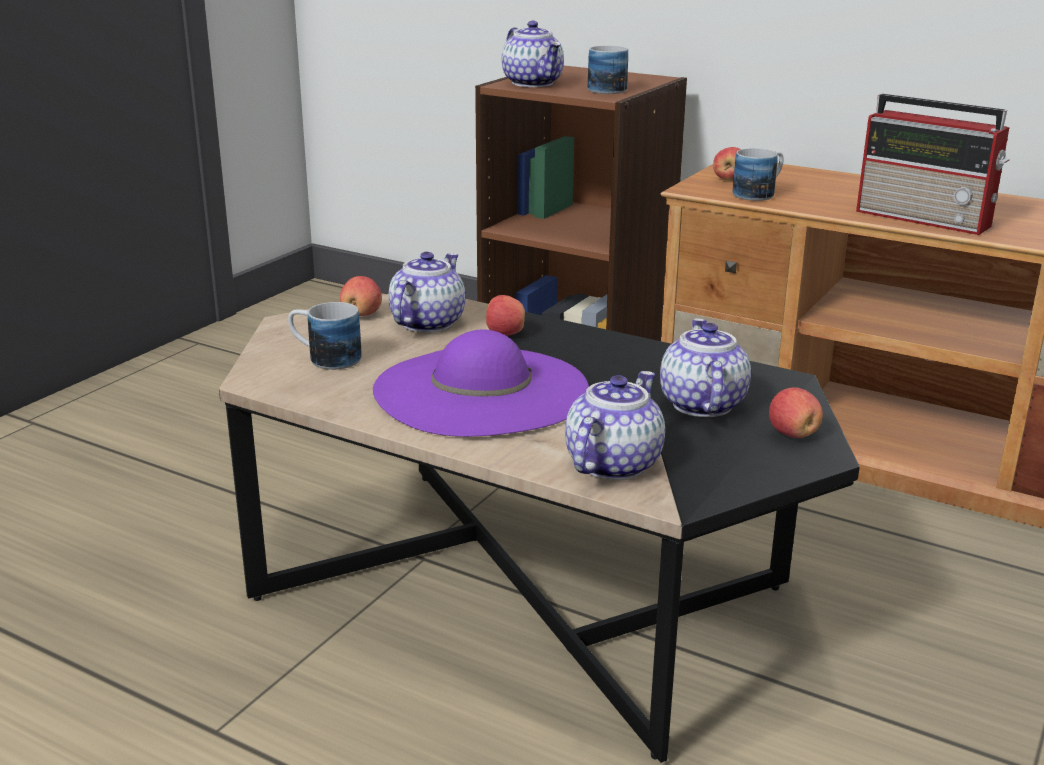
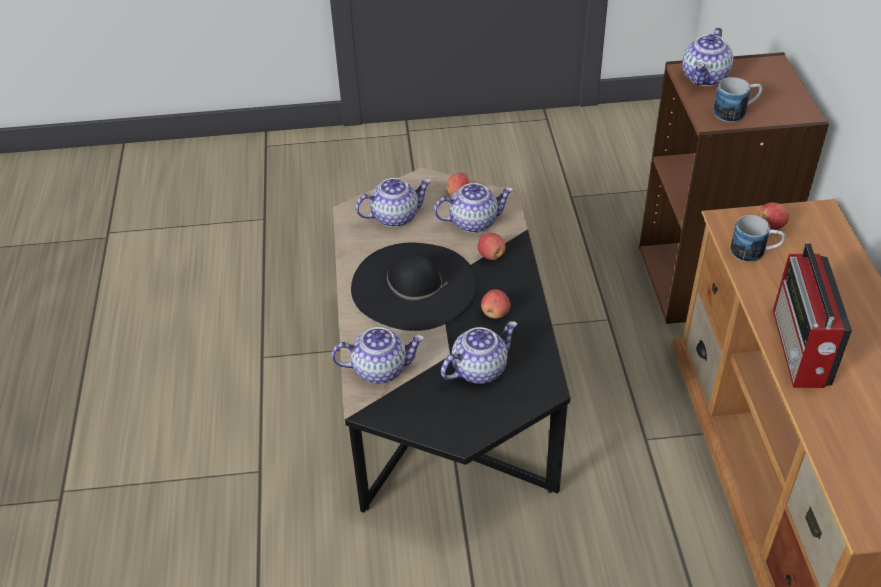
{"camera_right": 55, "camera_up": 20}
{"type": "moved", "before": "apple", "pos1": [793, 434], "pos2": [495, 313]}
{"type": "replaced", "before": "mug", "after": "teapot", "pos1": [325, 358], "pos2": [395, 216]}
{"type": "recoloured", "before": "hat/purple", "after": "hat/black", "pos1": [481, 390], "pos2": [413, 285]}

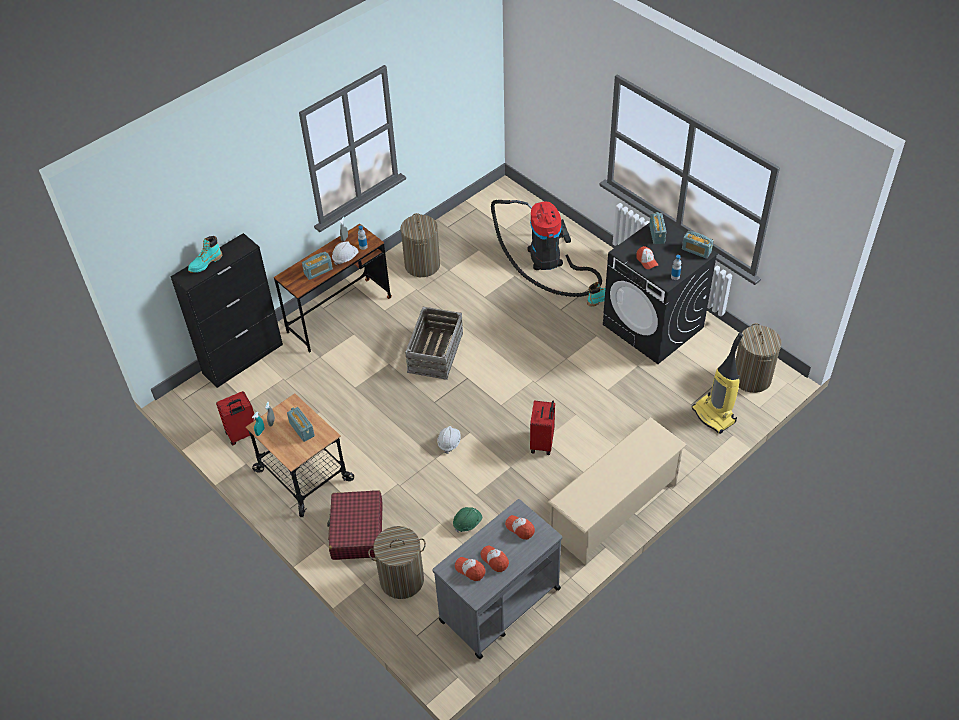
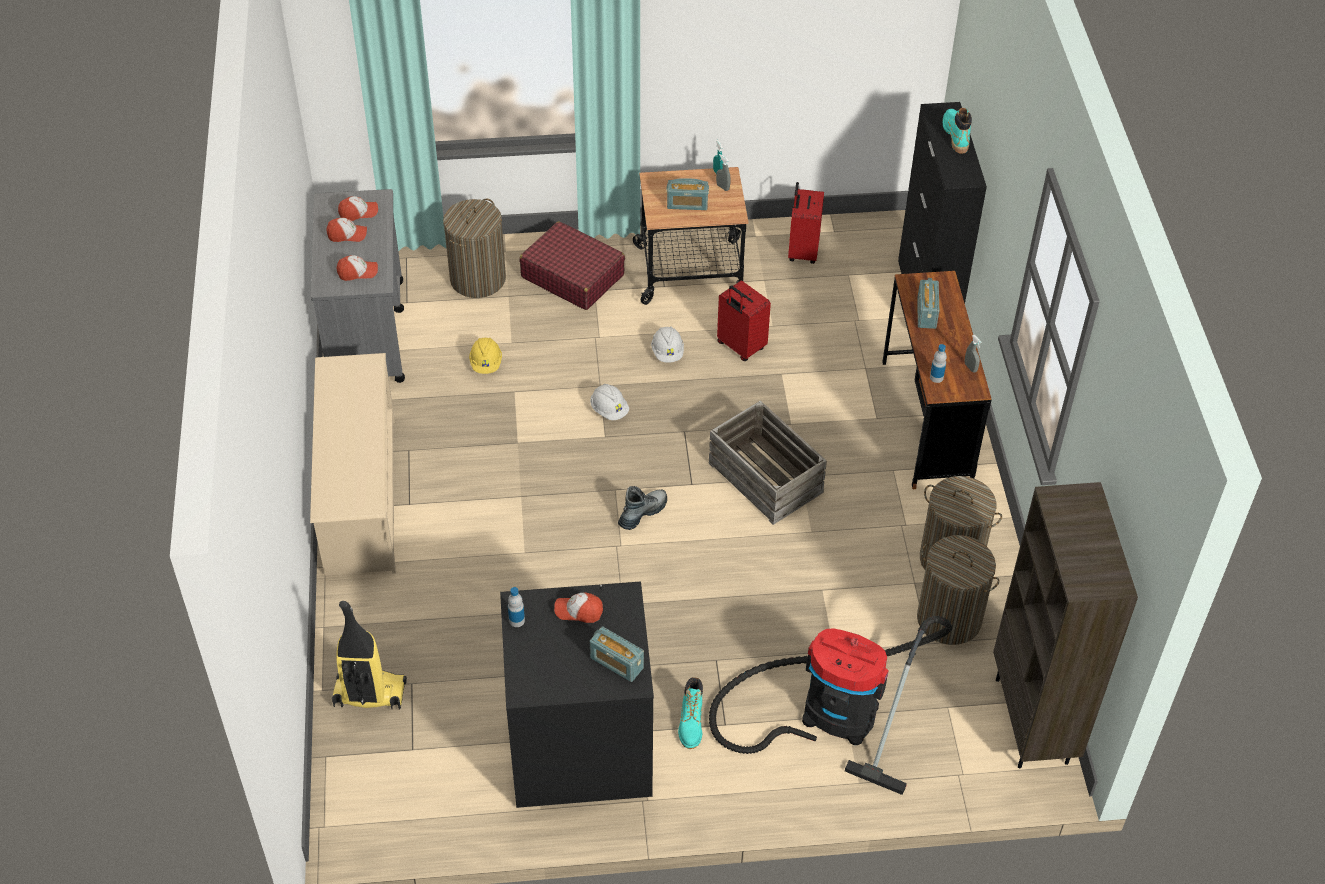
{"camera_right": 125, "camera_up": 0}
{"type": "removed", "before": "radio", "pos1": [696, 250]}
{"type": "added", "after": "boot", "pos2": [642, 513]}
{"type": "added", "after": "bookcase/brown", "pos2": [1033, 721]}
{"type": "moved", "before": "hard hat/white", "pos1": [345, 258], "pos2": [667, 352]}
{"type": "moved", "before": "suitcase/red", "pos1": [543, 443], "pos2": [740, 347]}
{"type": "moved", "before": "laundry basket", "pos1": [751, 378], "pos2": [949, 618]}
{"type": "recoloured", "before": "hard hat/green", "after": "hard hat/yellow", "pos1": [467, 523], "pos2": [486, 363]}

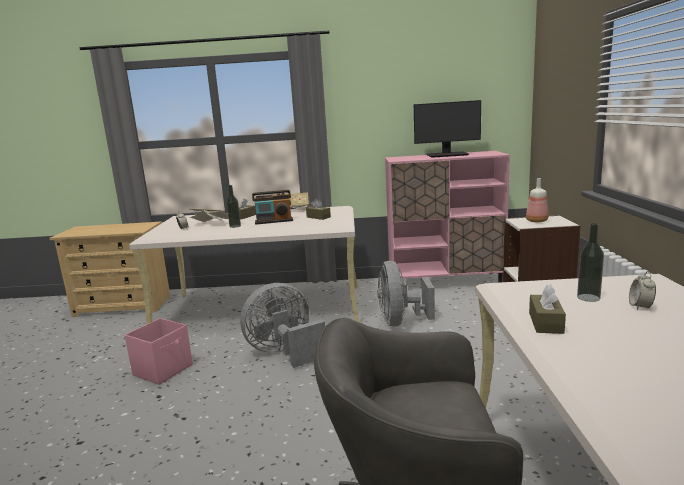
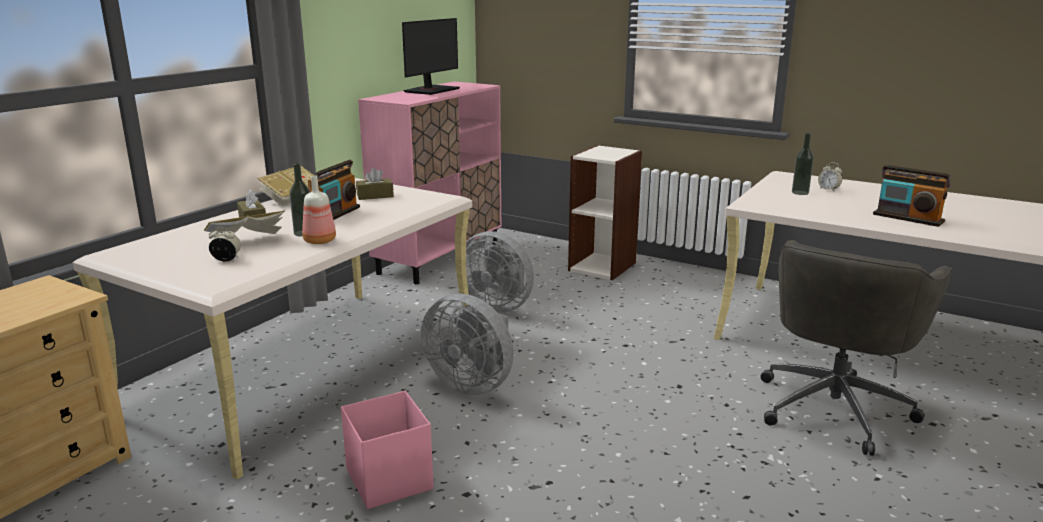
{"camera_right": -60, "camera_up": 5}
{"type": "removed", "before": "tissue box/brown", "pos1": [545, 322]}
{"type": "added", "after": "radio", "pos2": [908, 218]}
{"type": "moved", "before": "bottle", "pos1": [536, 221], "pos2": [318, 241]}
{"type": "turned", "before": "fan/grey", "pos1": [285, 352], "pos2": [472, 384], "turn": -60}

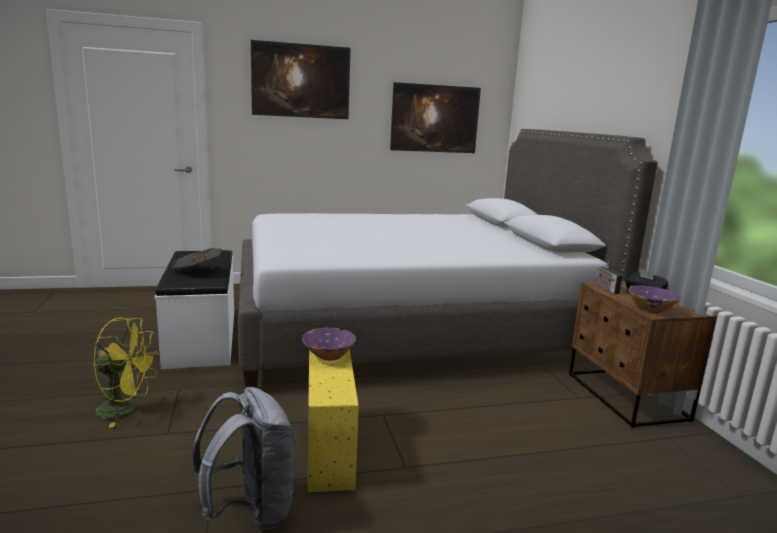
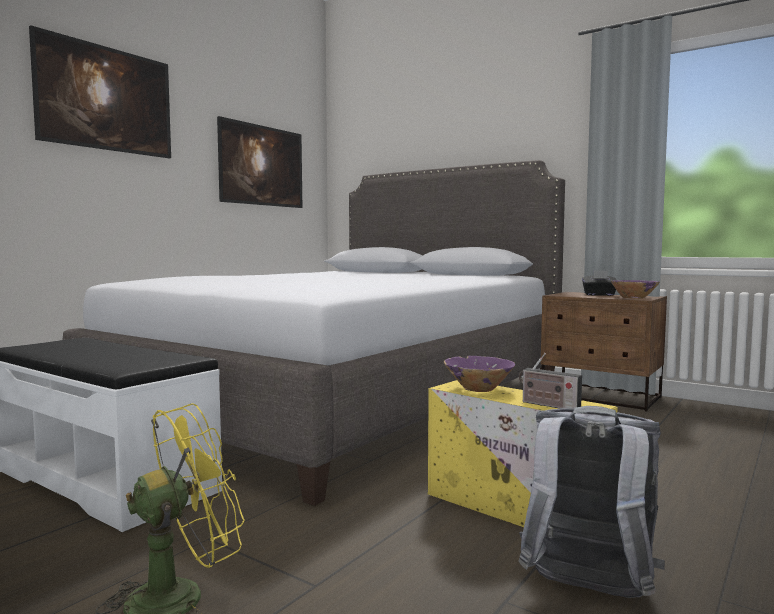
{"camera_right": -40, "camera_up": -10}
{"type": "removed", "before": "newspaper", "pos1": [197, 271]}
{"type": "moved", "before": "radio", "pos1": [606, 288], "pos2": [547, 405]}

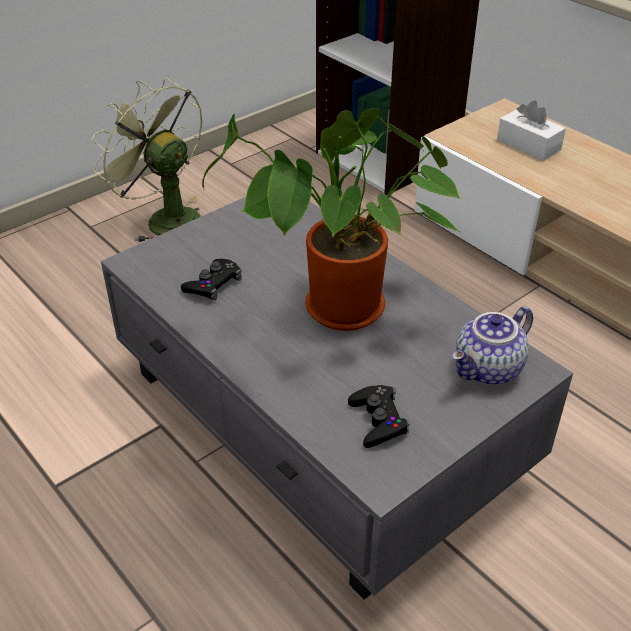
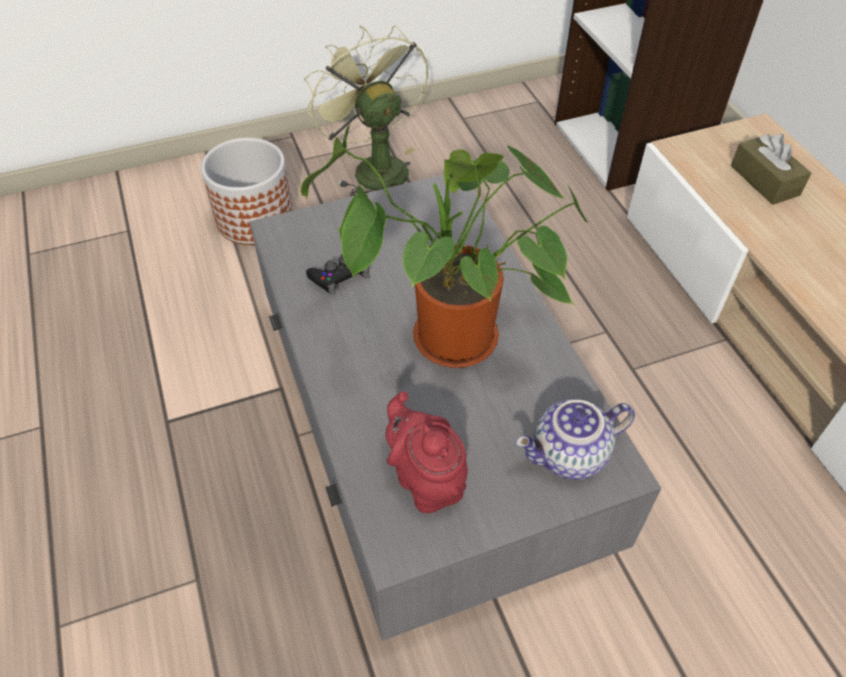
{"camera_right": 20, "camera_up": 10}
{"type": "added", "after": "planter", "pos2": [255, 219]}
{"type": "replaced", "before": "game controller/black", "after": "teapot/red", "pos1": [378, 420], "pos2": [426, 480]}
{"type": "recoloured", "before": "tissue box/white", "after": "tissue box/brown", "pos1": [528, 145], "pos2": [764, 180]}

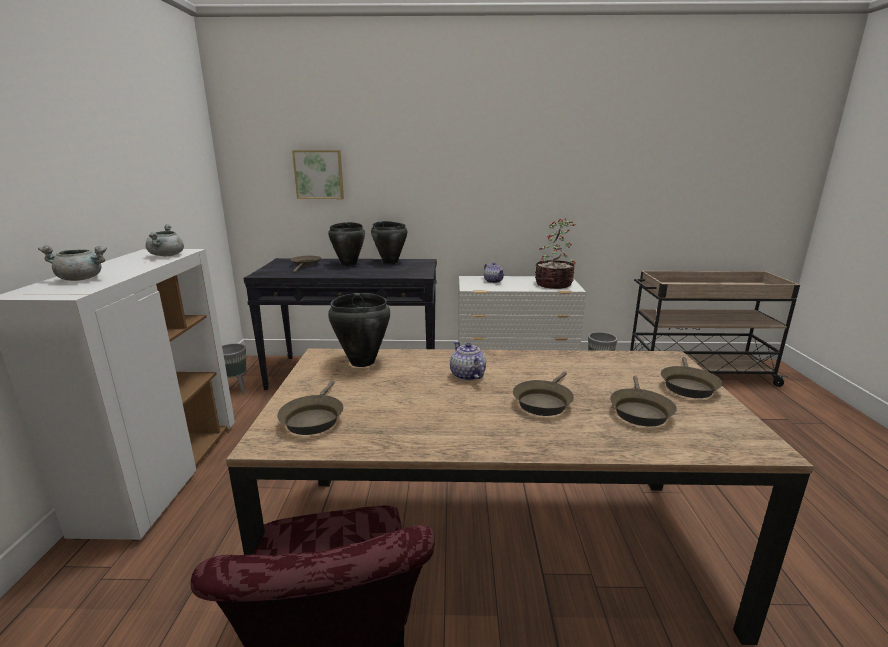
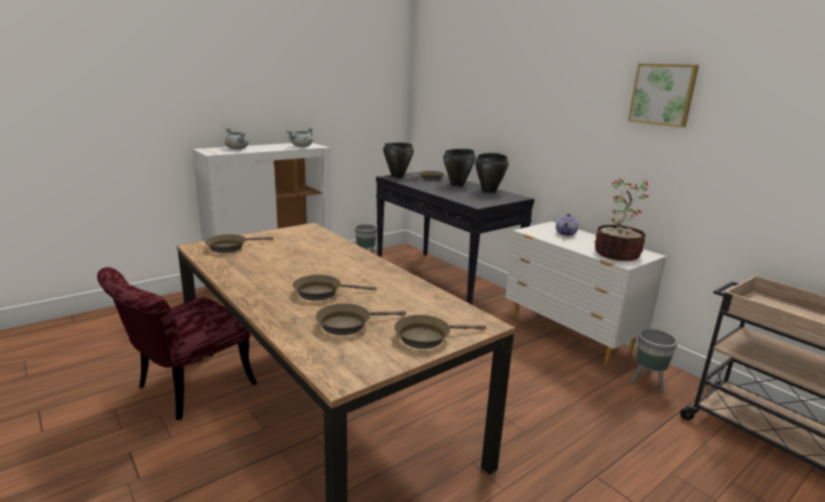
{"camera_right": 50, "camera_up": 0}
{"type": "removed", "before": "teapot", "pos1": [467, 375]}
{"type": "moved", "before": "picture", "pos1": [319, 174], "pos2": [663, 94]}
{"type": "moved", "before": "cooking pot/black", "pos1": [362, 362], "pos2": [397, 176]}

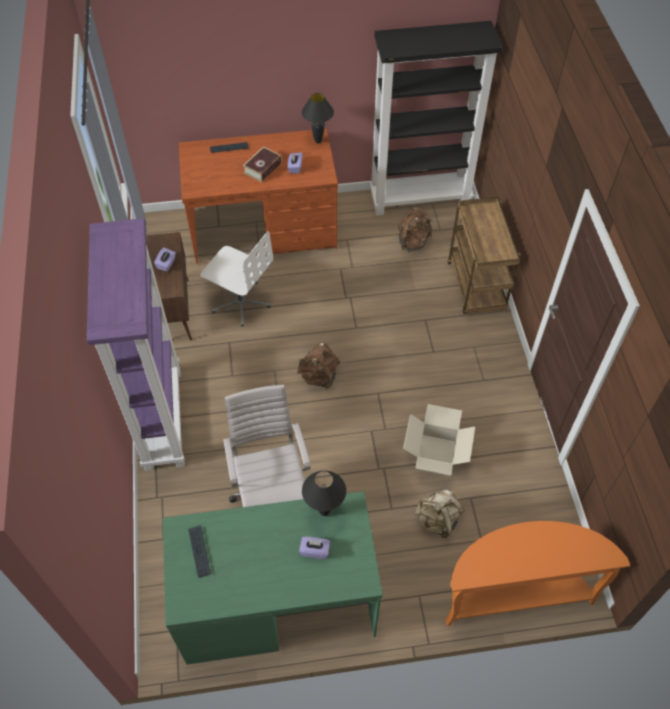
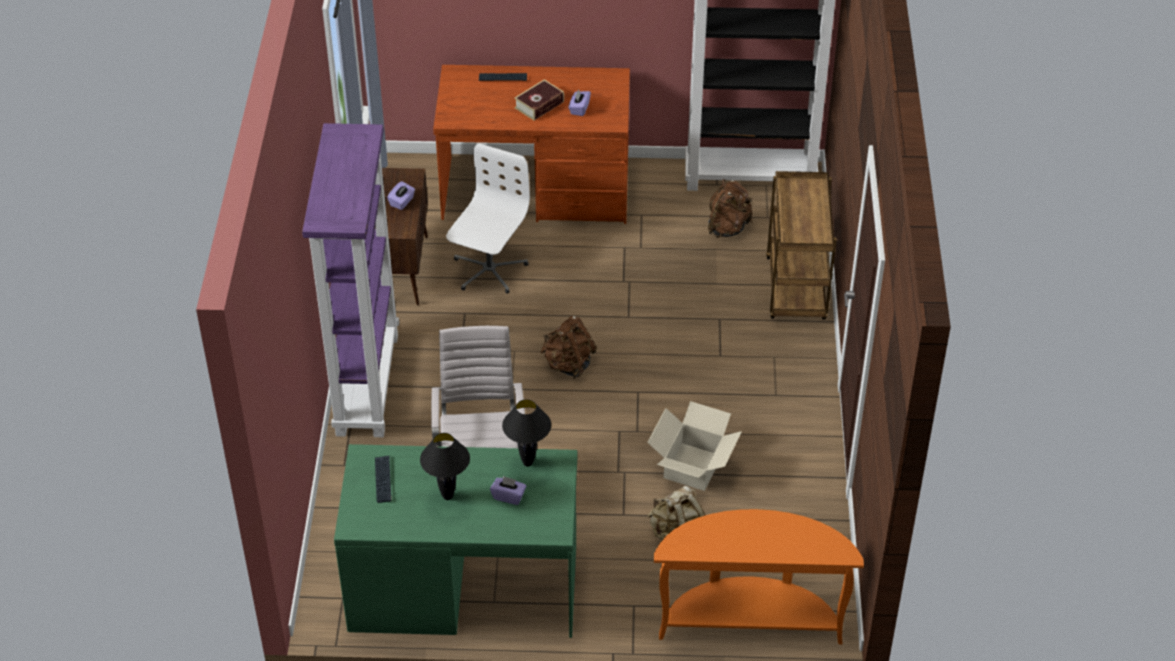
{"camera_right": 10, "camera_up": -10}
{"type": "moved", "before": "table lamp/black", "pos1": [318, 141], "pos2": [448, 496]}
{"type": "turned", "before": "office chair/white", "pos1": [240, 302], "pos2": [488, 270], "turn": -105}

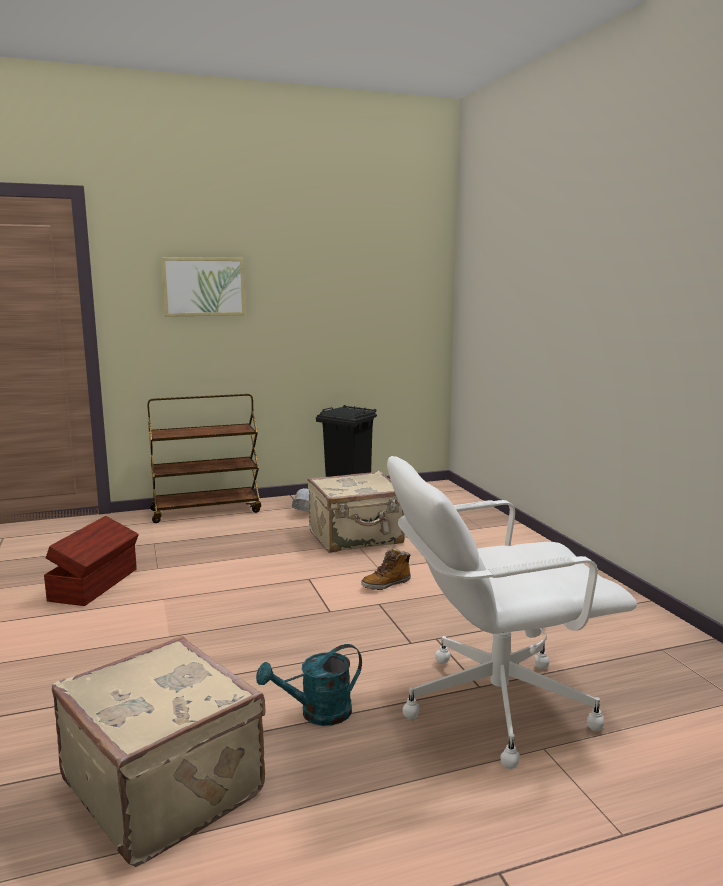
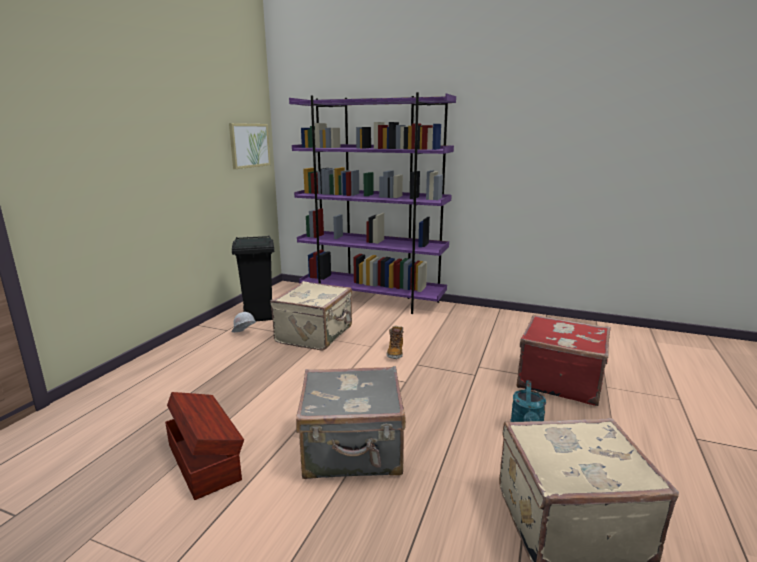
{"camera_right": -50, "camera_up": 5}
{"type": "removed", "before": "cart/brown", "pos1": [206, 511]}
{"type": "added", "after": "bookcase/purple", "pos2": [372, 300]}
{"type": "added", "after": "suitcase/grey", "pos2": [353, 451]}
{"type": "moved", "before": "picture", "pos1": [204, 286], "pos2": [249, 145]}
{"type": "replaced", "before": "office chair/white", "after": "suitcase/red", "pos1": [494, 704], "pos2": [559, 381]}

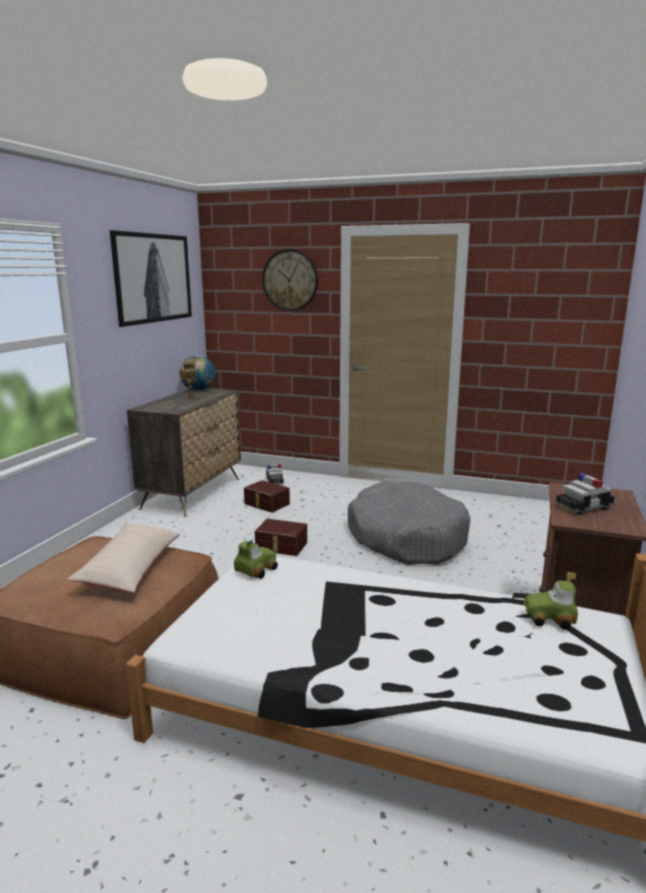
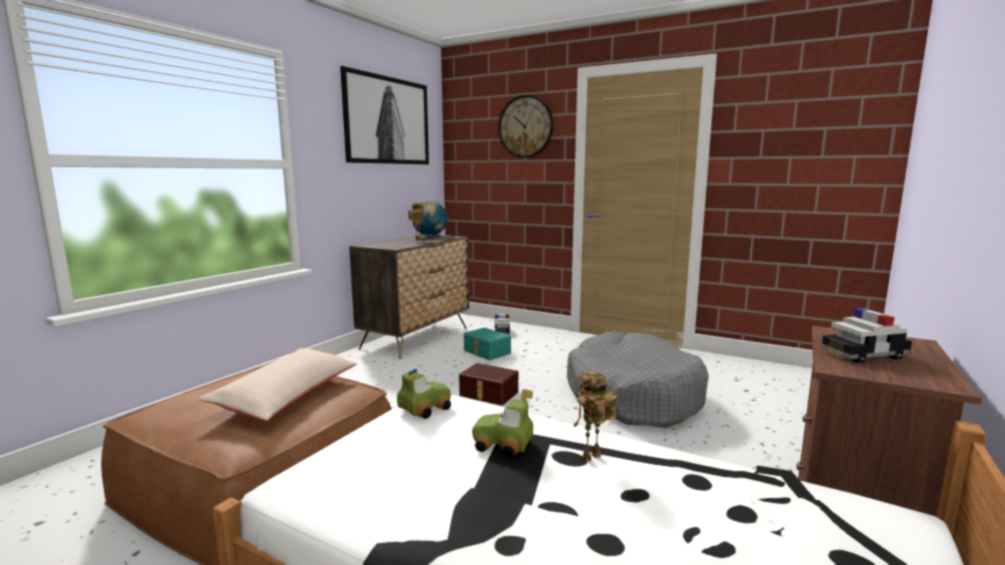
{"camera_right": 10, "camera_up": -5}
{"type": "added", "after": "toy robot", "pos2": [592, 459]}
{"type": "moved", "before": "toy car", "pos1": [549, 619], "pos2": [502, 445]}
{"type": "recoloured", "before": "storage box/brown", "after": "storage box/turquoise", "pos1": [266, 504], "pos2": [486, 352]}

